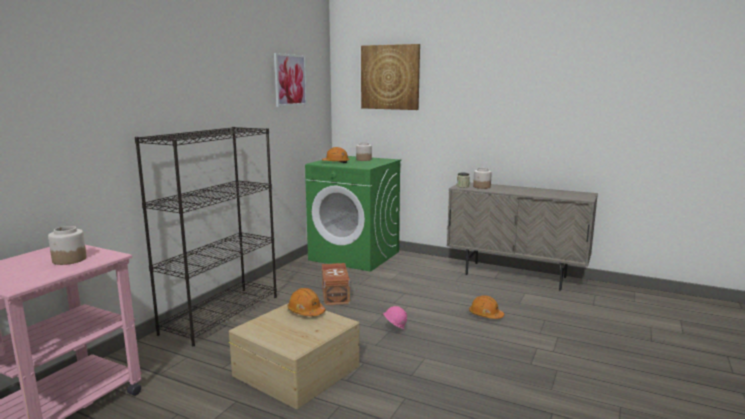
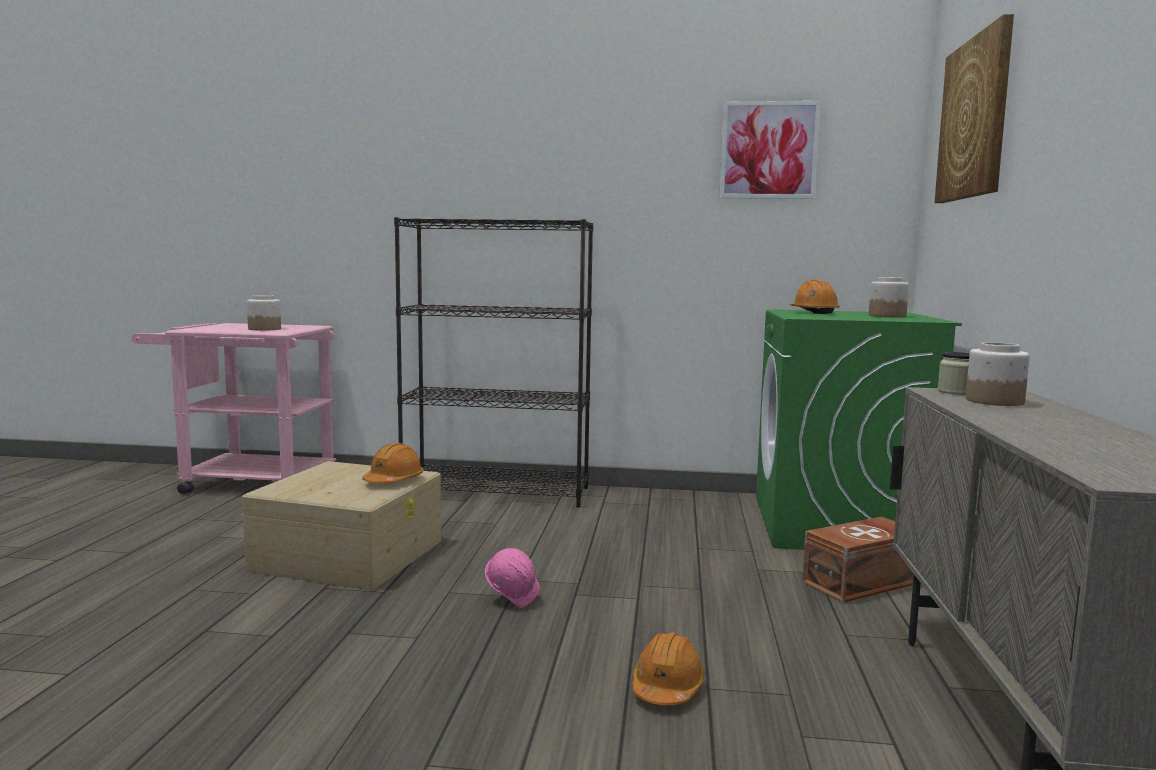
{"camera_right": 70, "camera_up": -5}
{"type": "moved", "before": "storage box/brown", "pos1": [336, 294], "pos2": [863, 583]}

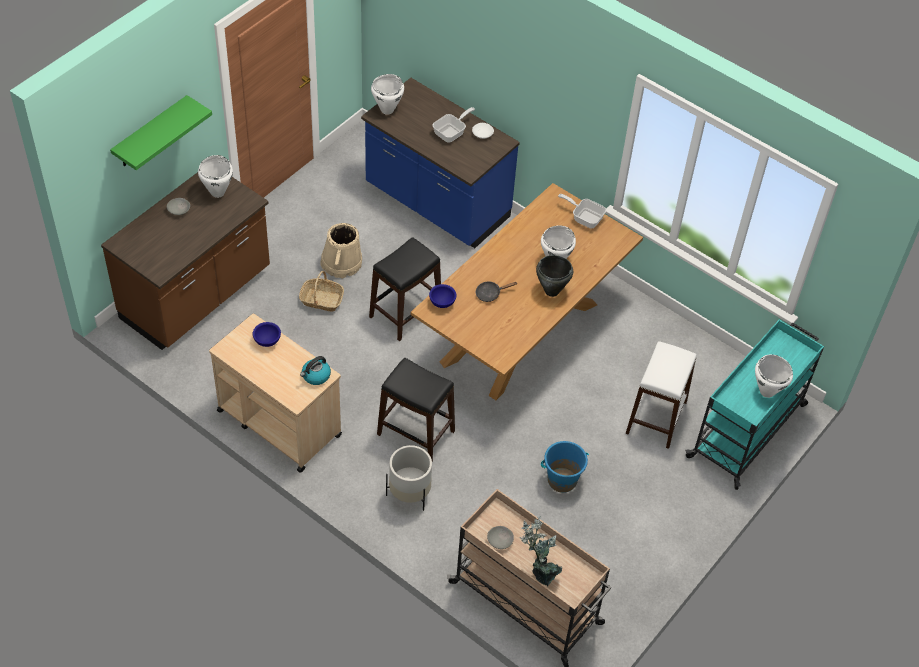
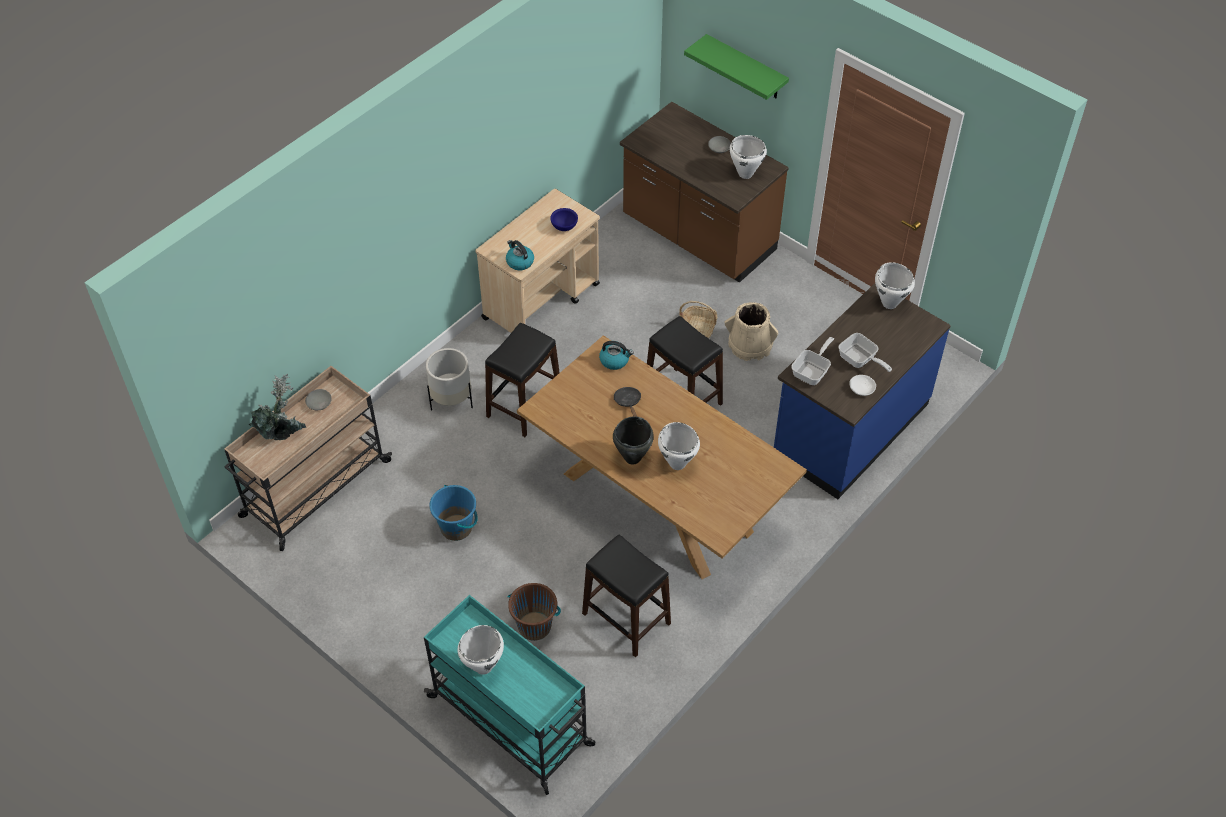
{"camera_right": 95, "camera_up": 0}
{"type": "added", "after": "stool/black", "pos2": [626, 619]}
{"type": "moved", "before": "frying pan", "pos1": [584, 217], "pos2": [812, 371]}
{"type": "replaced", "before": "bowl/blue", "after": "kettle", "pos1": [442, 303], "pos2": [615, 360]}
{"type": "replaced", "before": "stool/white", "after": "bucket/brown", "pos1": [657, 417], "pos2": [534, 626]}

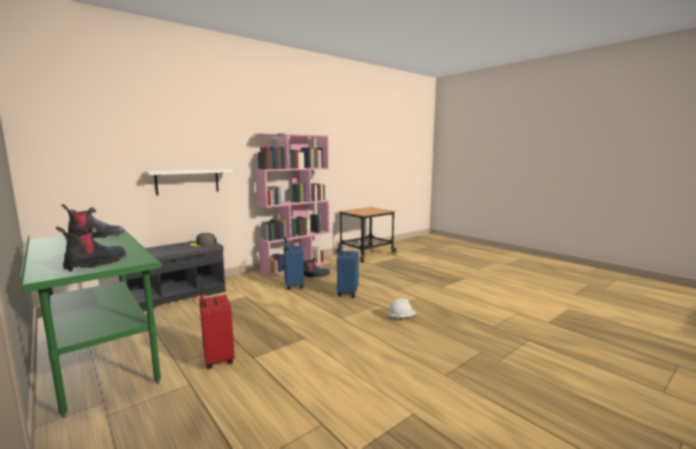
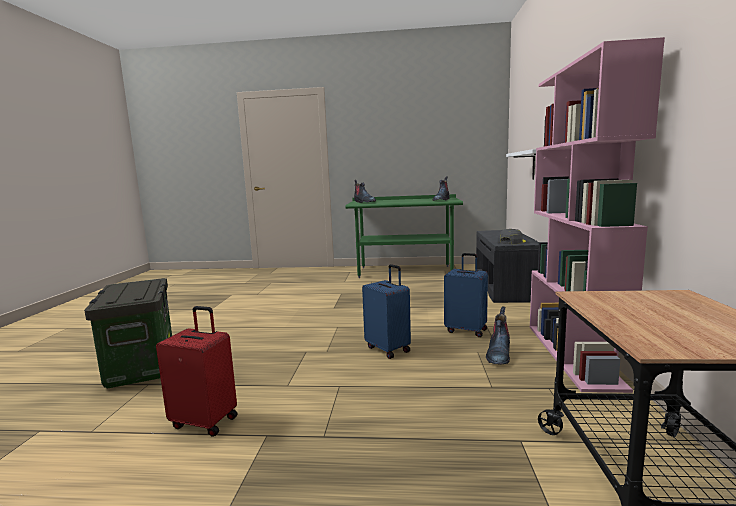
{"camera_right": 135, "camera_up": 0}
{"type": "removed", "before": "hard hat/white", "pos1": [401, 318]}
{"type": "added", "after": "storage box", "pos2": [141, 365]}
{"type": "moved", "before": "suitcase/red", "pos1": [217, 359], "pos2": [205, 421]}

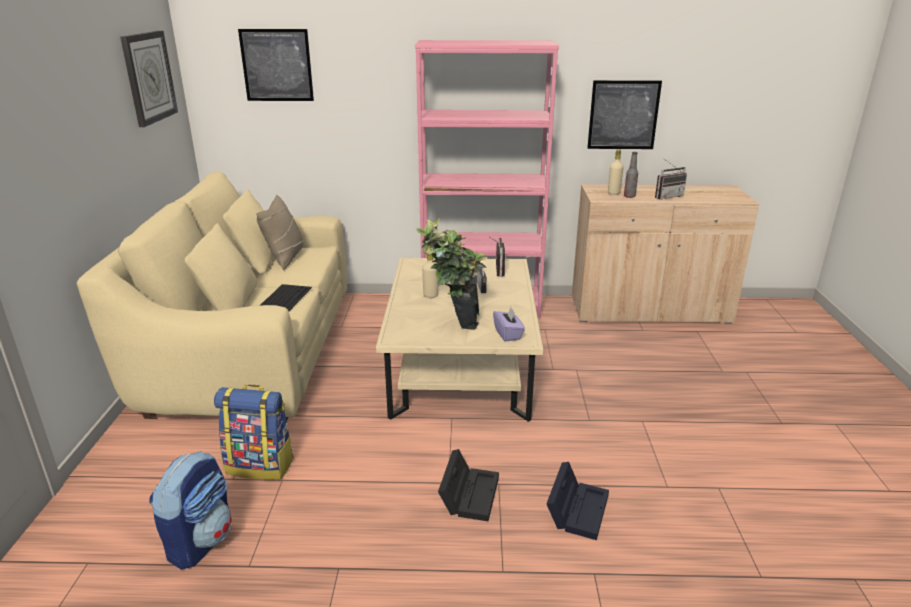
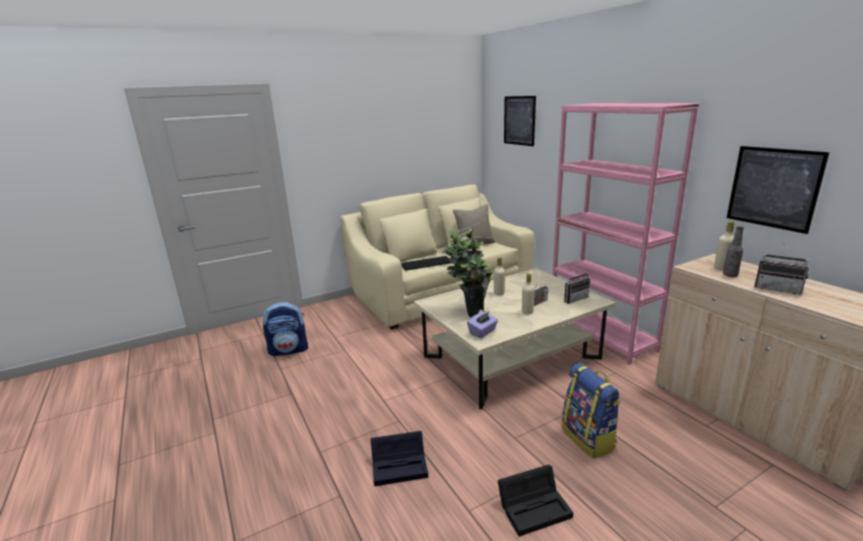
{"camera_right": 60, "camera_up": -5}
{"type": "removed", "before": "wall clock", "pos1": [149, 77]}
{"type": "added", "after": "bottle/beige", "pos2": [527, 312]}
{"type": "moved", "before": "backpack", "pos1": [261, 465], "pos2": [589, 438]}
{"type": "moved", "before": "storage box/black", "pos1": [469, 493], "pos2": [535, 507]}

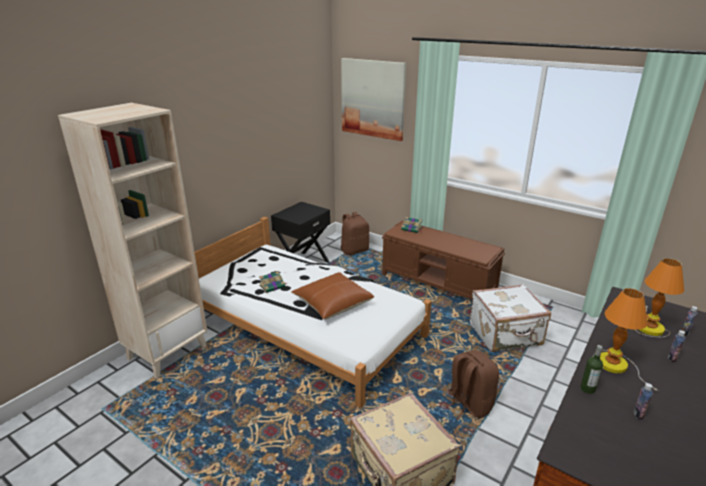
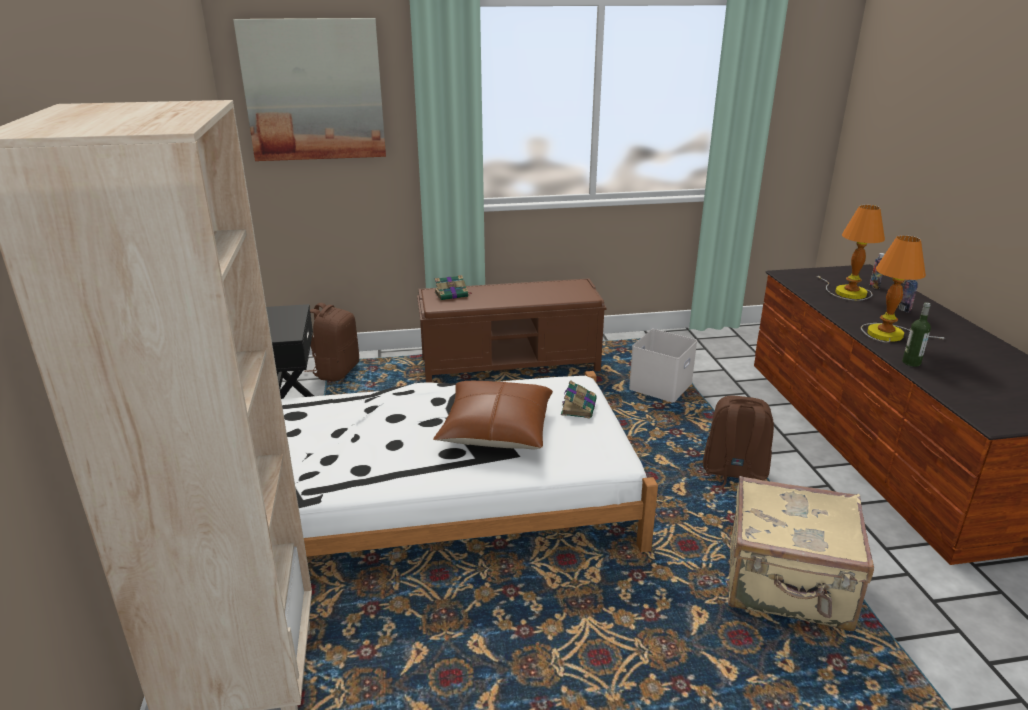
{"camera_right": -45, "camera_up": 0}
{"type": "removed", "before": "bottle", "pos1": [638, 414]}
{"type": "moved", "before": "book", "pos1": [273, 286], "pos2": [578, 407]}
{"type": "replaced", "before": "suitcase/white", "after": "storage box/white", "pos1": [506, 335], "pos2": [660, 386]}

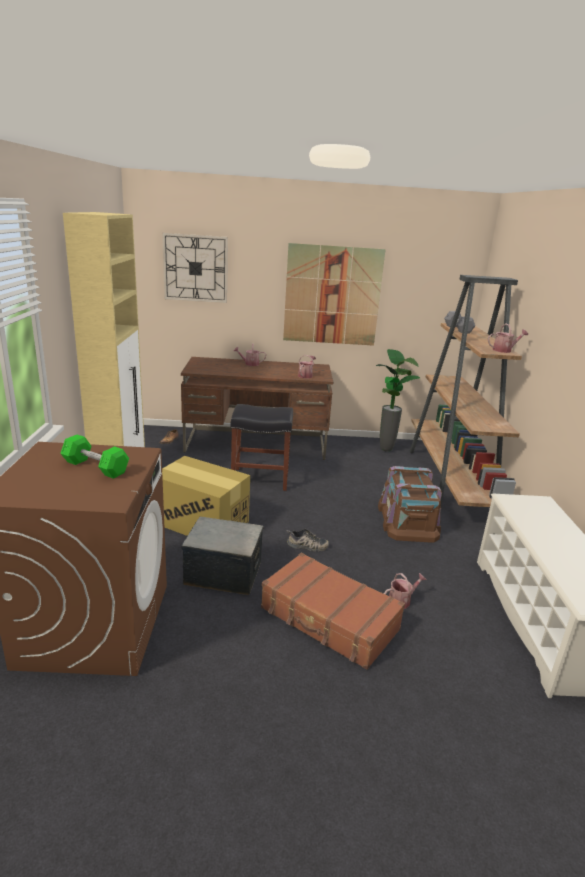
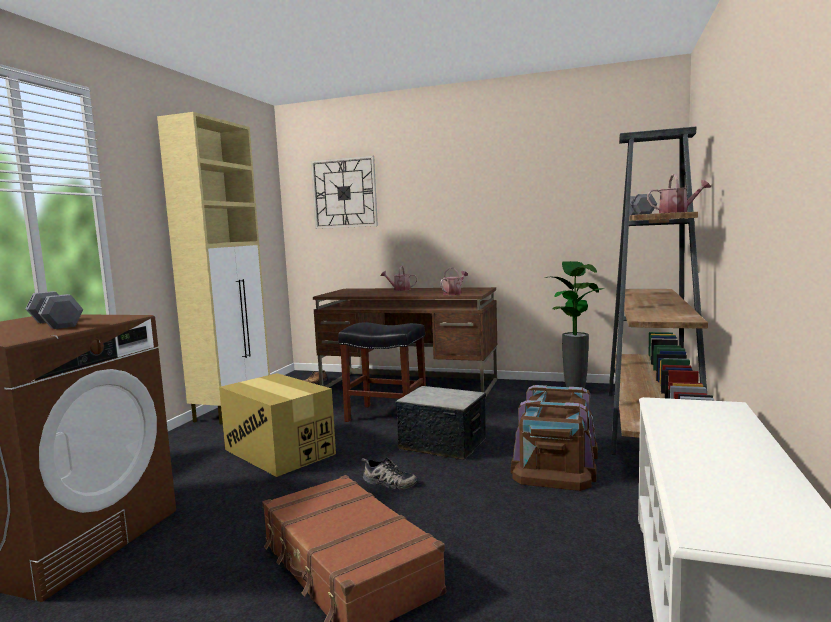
{"camera_right": 20, "camera_up": -15}
{"type": "removed", "before": "picture", "pos1": [332, 296]}
{"type": "removed", "before": "watering can", "pos1": [402, 600]}
{"type": "moved", "before": "storage box", "pos1": [223, 573], "pos2": [443, 444]}
{"type": "recoloured", "before": "dumbbell/green", "after": "dumbbell/grey", "pos1": [95, 467], "pos2": [55, 324]}

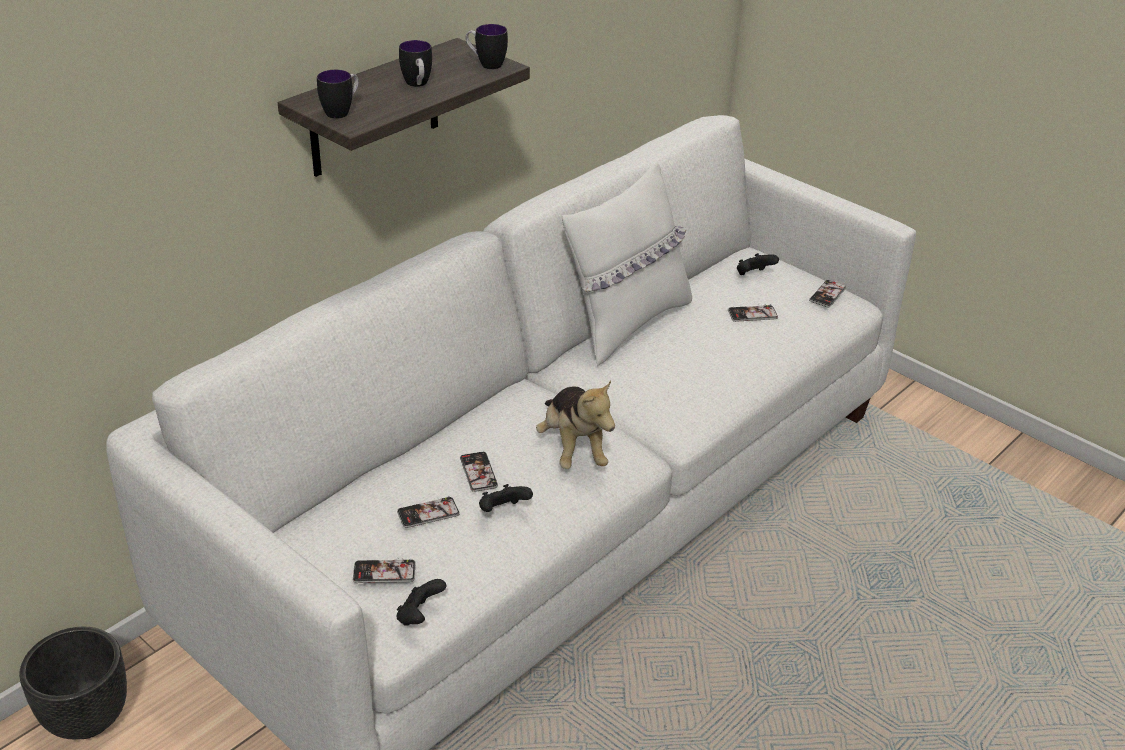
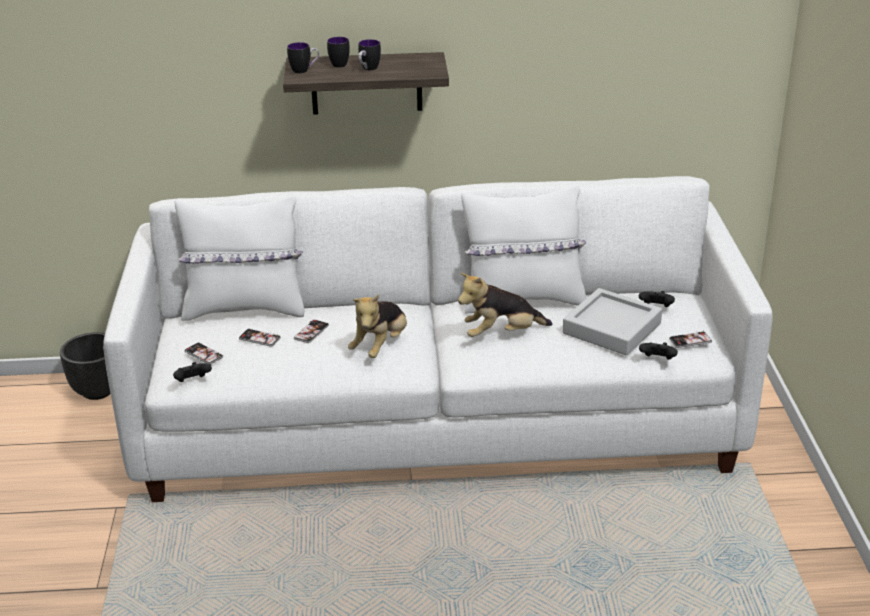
{"camera_right": 45, "camera_up": -5}
{"type": "added", "after": "pillow/white", "pos2": [245, 309]}
{"type": "added", "after": "plush toy", "pos2": [501, 334]}
{"type": "moved", "before": "mug", "pos1": [486, 64], "pos2": [338, 63]}
{"type": "moved", "before": "game controller/black", "pos1": [503, 511], "pos2": [657, 360]}
{"type": "replaced", "before": "phone", "after": "tray/grey", "pos1": [752, 314], "pos2": [611, 328]}

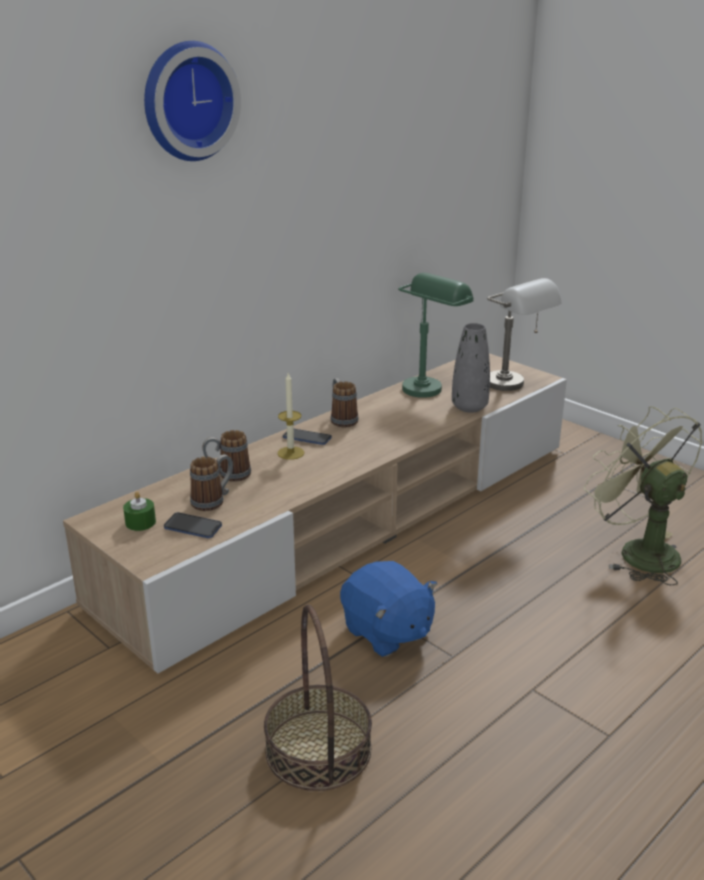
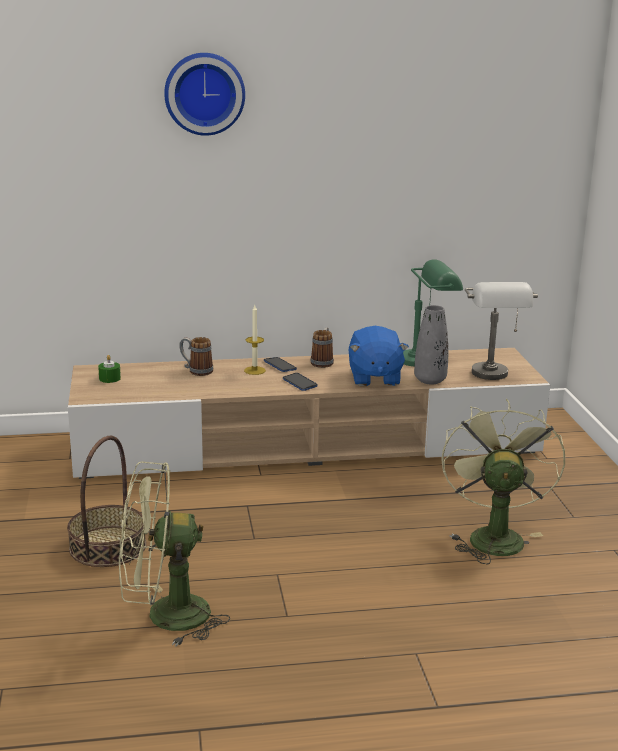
{"camera_right": 35, "camera_up": -5}
{"type": "removed", "before": "mug", "pos1": [213, 500]}
{"type": "added", "after": "fan/green", "pos2": [164, 617]}
{"type": "moved", "before": "phone", "pos1": [193, 527], "pos2": [299, 383]}
{"type": "moved", "before": "plush toy/blue", "pos1": [386, 632], "pos2": [374, 378]}

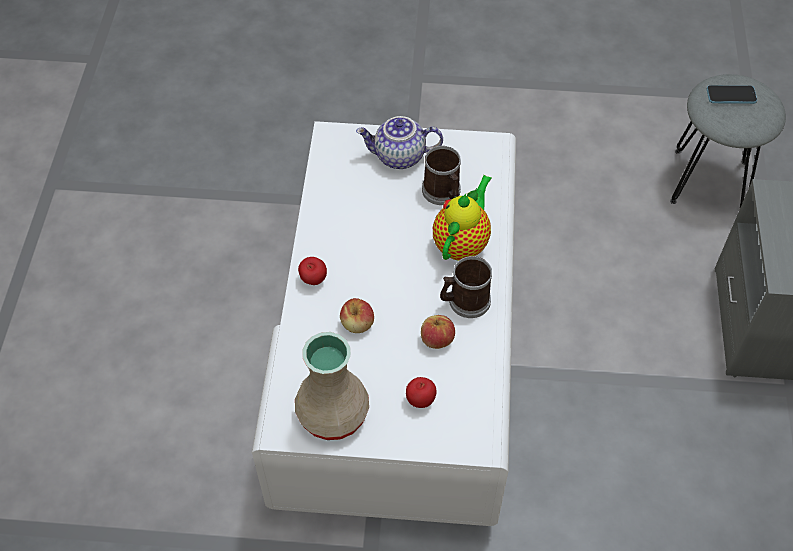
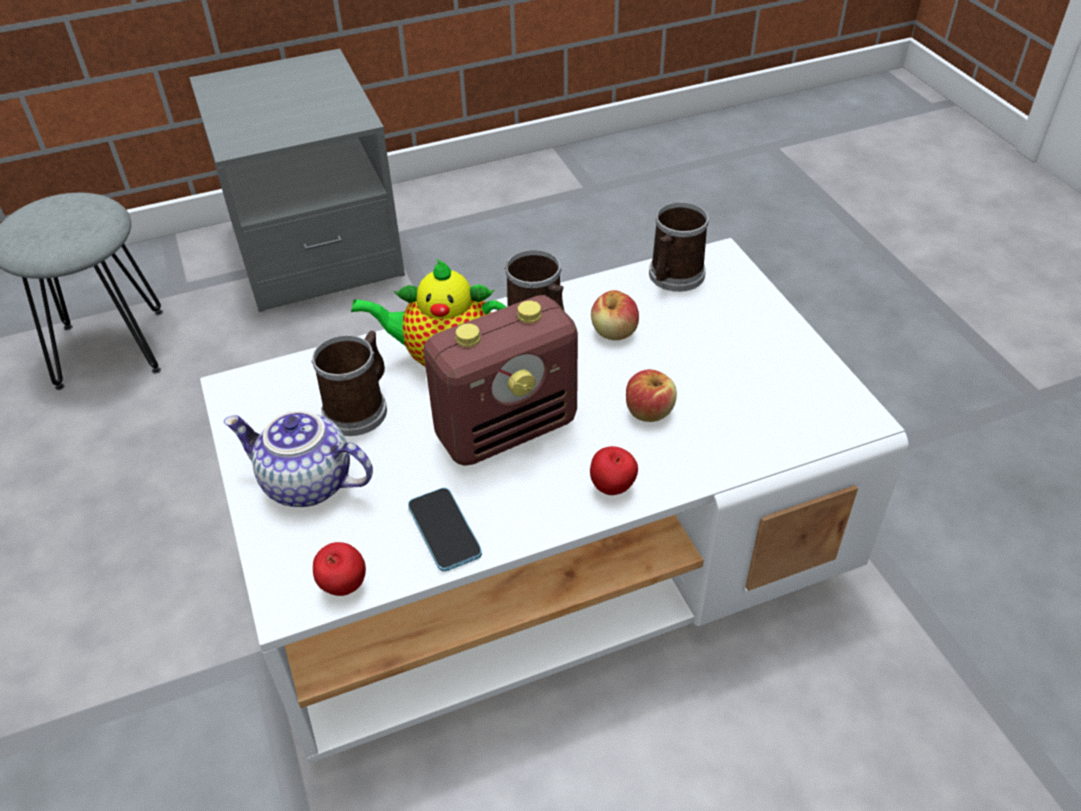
{"camera_right": -115, "camera_up": -10}
{"type": "removed", "before": "vase/beige", "pos1": [332, 415]}
{"type": "added", "after": "radio", "pos2": [507, 429]}
{"type": "added", "after": "mug", "pos2": [673, 277]}
{"type": "moved", "before": "apple", "pos1": [420, 400], "pos2": [343, 586]}
{"type": "moved", "before": "phone", "pos1": [731, 95], "pos2": [444, 530]}
{"type": "turned", "before": "teapot", "pos1": [399, 157], "pos2": [306, 484], "turn": 135}

